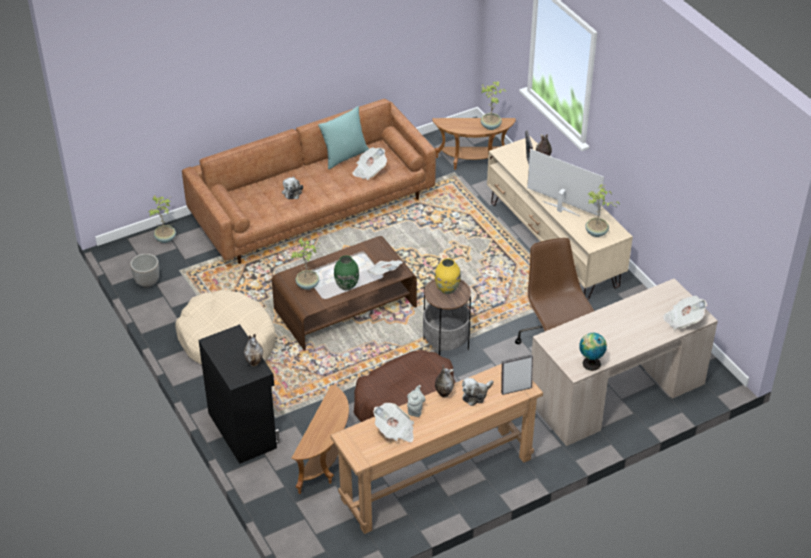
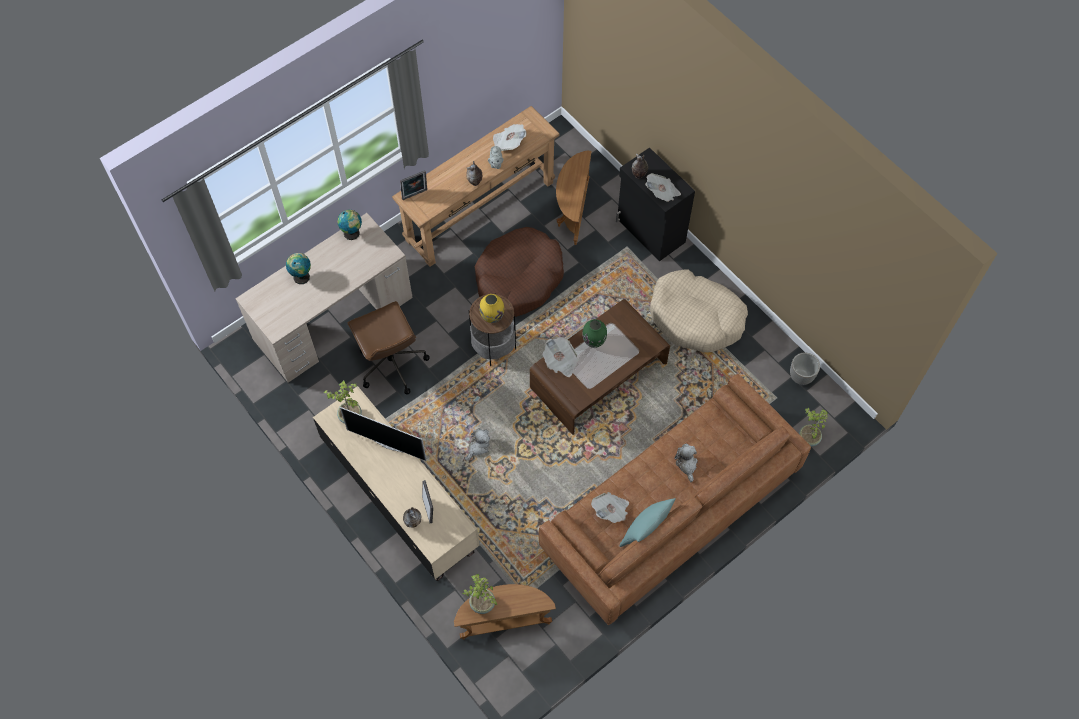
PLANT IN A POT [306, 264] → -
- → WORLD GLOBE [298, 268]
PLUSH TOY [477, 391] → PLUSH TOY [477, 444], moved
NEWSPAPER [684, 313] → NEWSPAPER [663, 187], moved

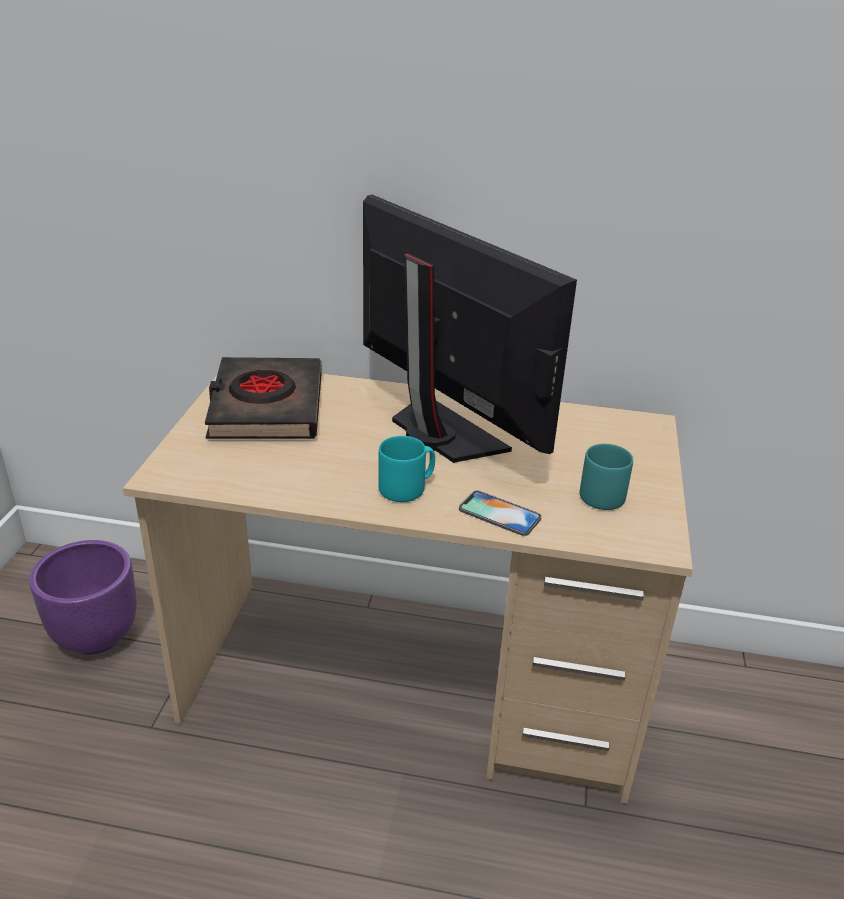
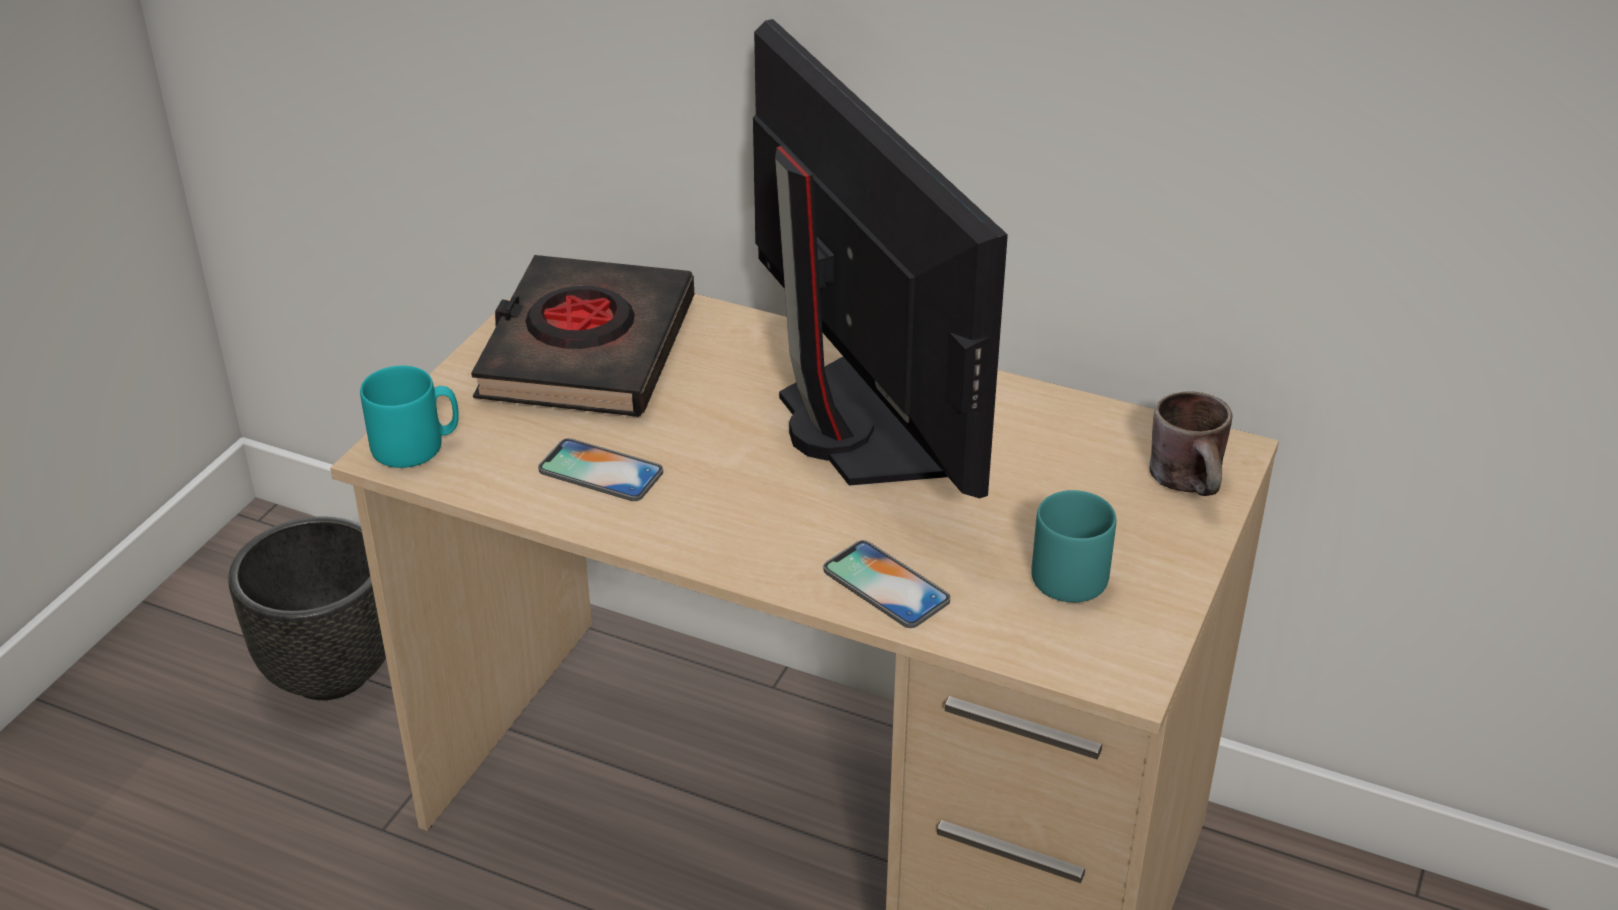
- → HANDSET [600, 469]
- → BROWN MUG [1190, 443]
TURQUOISE MUG [406, 469] → TURQUOISE MUG [409, 417], moved
PURPLISH PLANT POT [83, 597] → BLACK-COLOURED PLANT POT [307, 608]

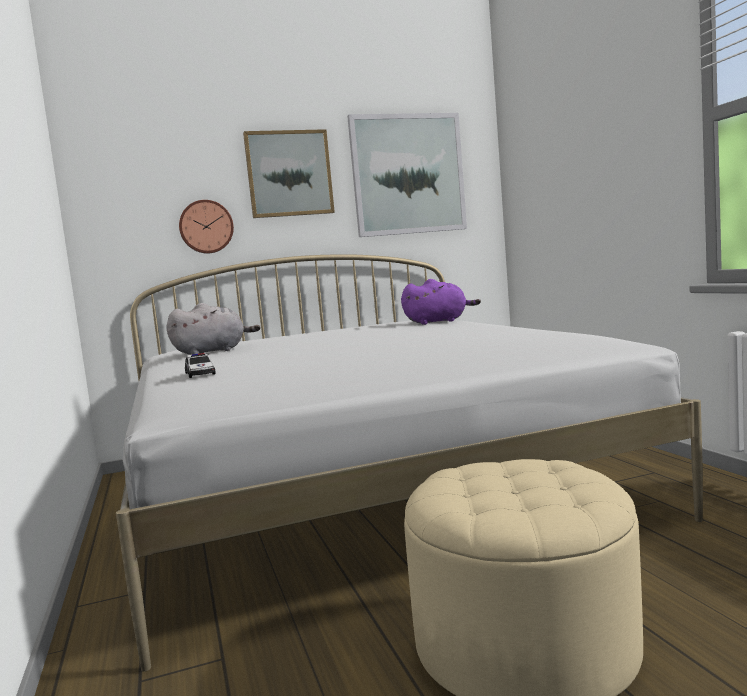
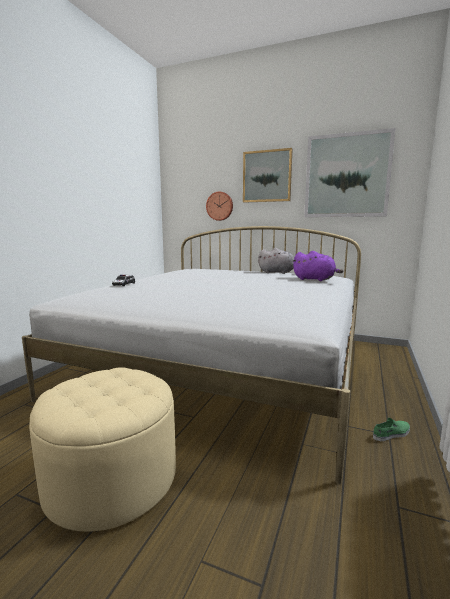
- → GREEN-COLOURED ITEM OF FOOTWEAR [391, 429]
GRAY PLUSH TOY [213, 329] → GRAY PLUSH TOY [276, 261], moved

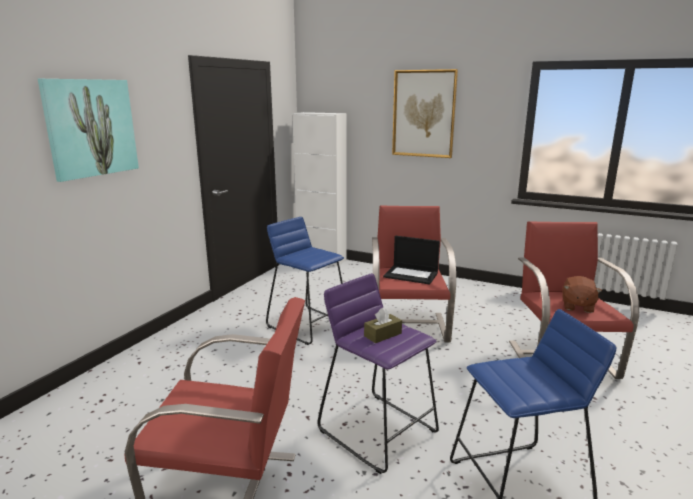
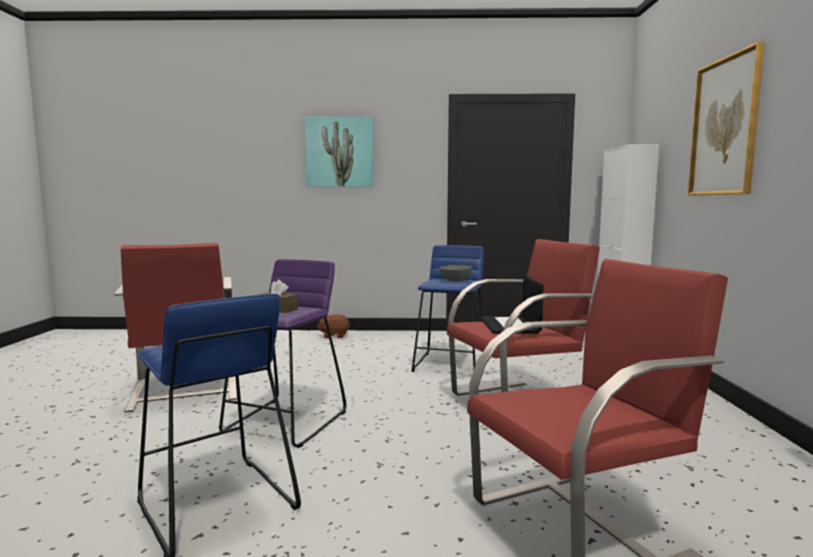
- → GRAY DEEP DISH [455, 273]
BROWN PLUSH TOY [582, 294] → BROWN PLUSH TOY [333, 326], moved

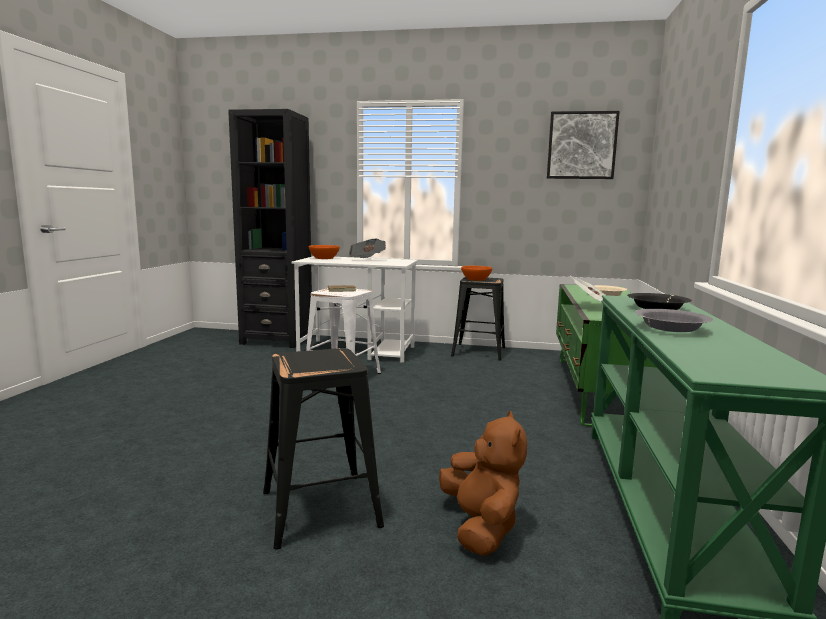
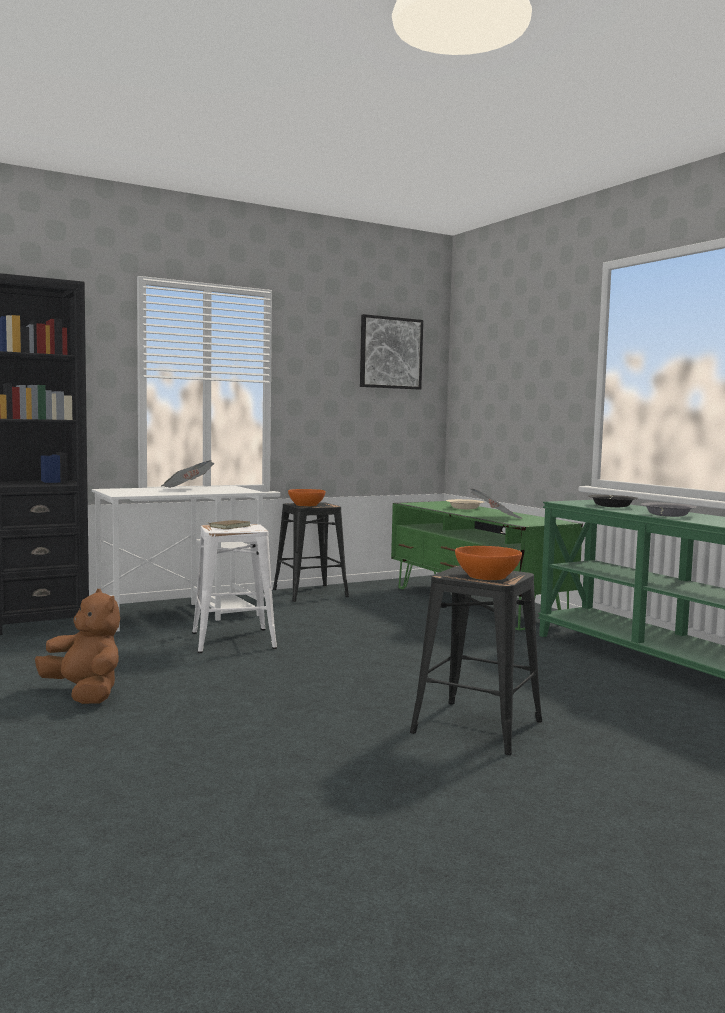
ORANGE DEEP DISH [324, 252] → ORANGE DEEP DISH [488, 563], moved
BROWN PLUSH TOY [483, 483] → BROWN PLUSH TOY [77, 646], moved

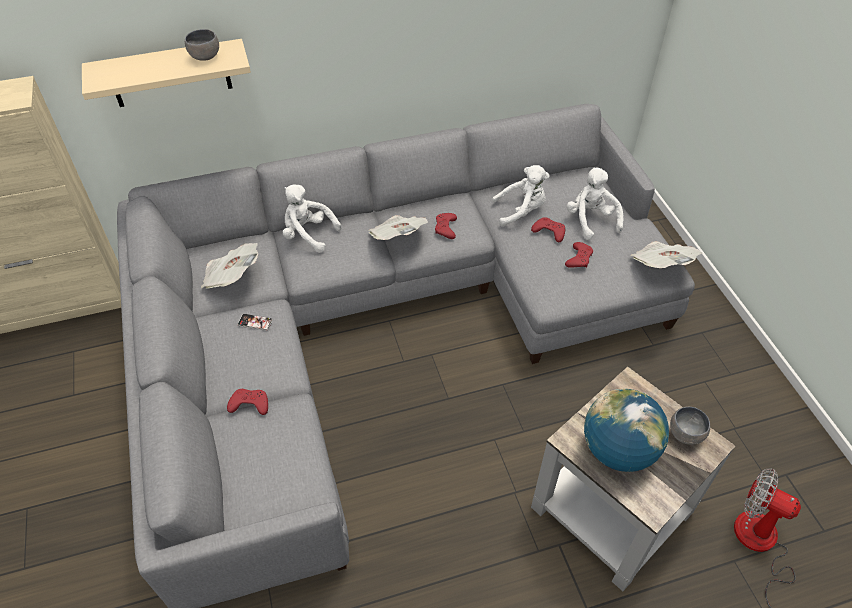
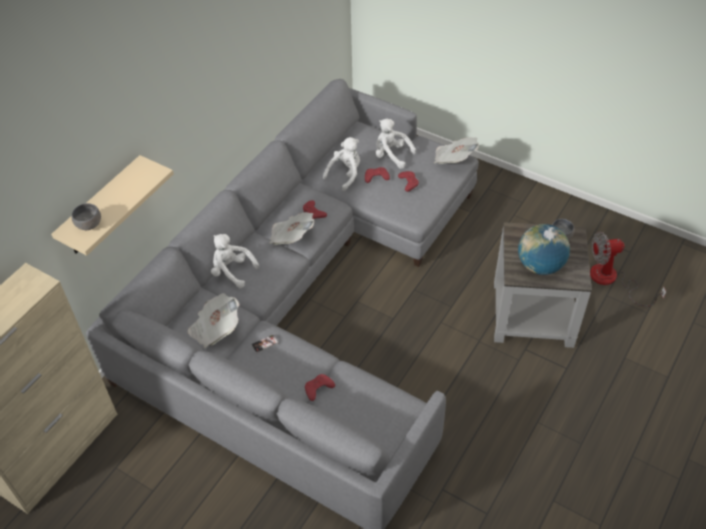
GRAY DEEP DISH [202, 45] → GRAY DEEP DISH [86, 216], moved
WHITE PLUSH TOY [312, 218] → WHITE PLUSH TOY [235, 261], 45 degrees clockwise

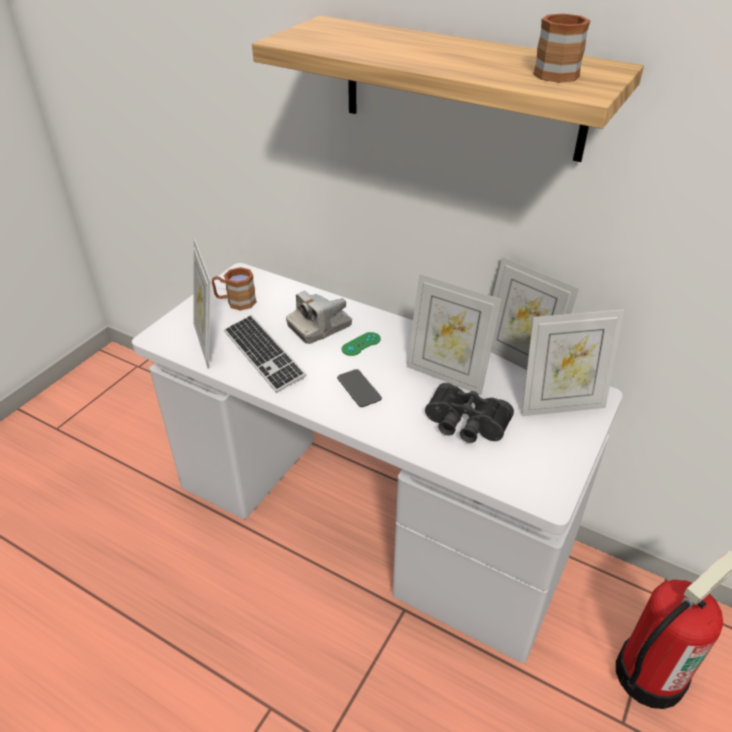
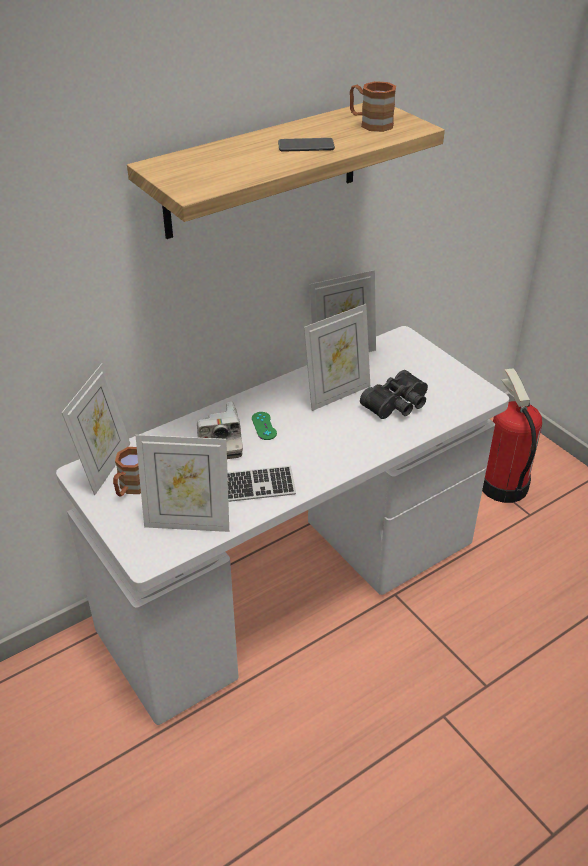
HANDSET [359, 388] → HANDSET [306, 145], moved
PHOTO FRAME [573, 362] → PHOTO FRAME [96, 429], moved

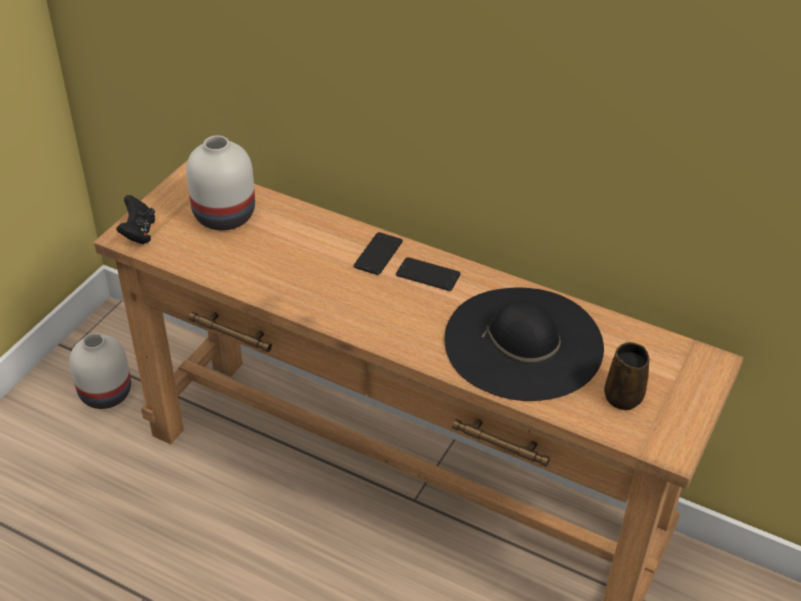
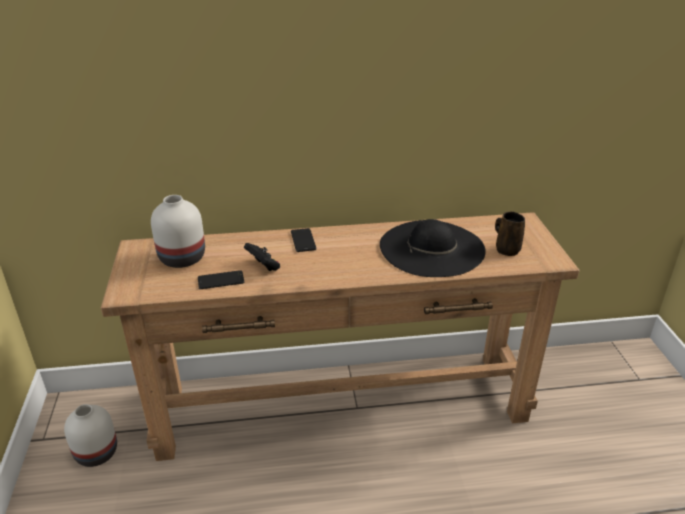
BLACK-COLOURED JOYPAD [135, 219] → BLACK-COLOURED JOYPAD [262, 257], moved
HANDSET [428, 274] → HANDSET [221, 279], moved

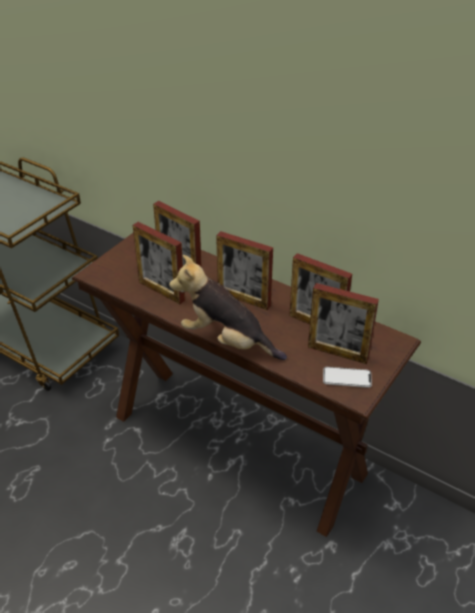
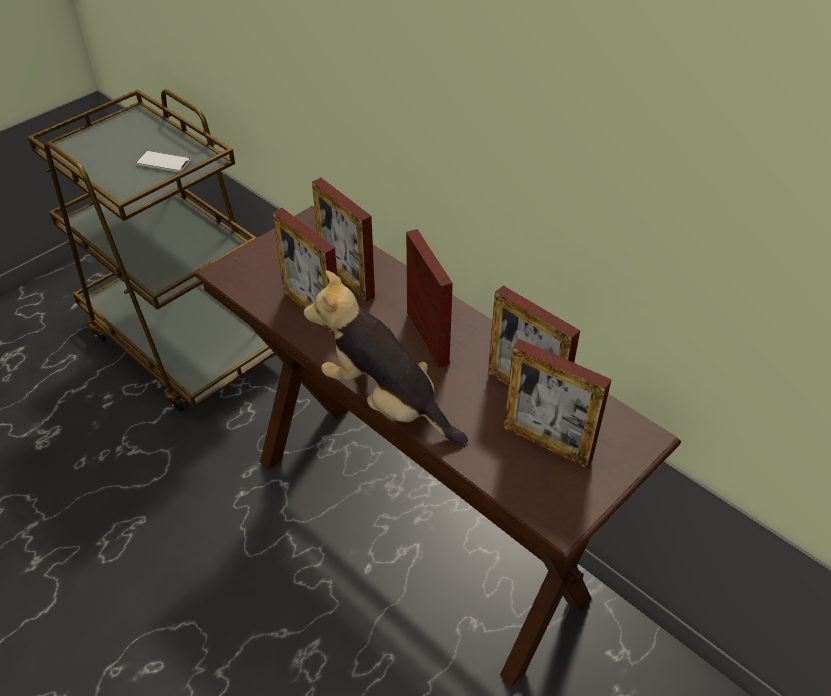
HANDSET [347, 377] → HANDSET [163, 161], moved
PHOTO FRAME [244, 270] → PHOTO FRAME [429, 298], 150 degrees counterclockwise

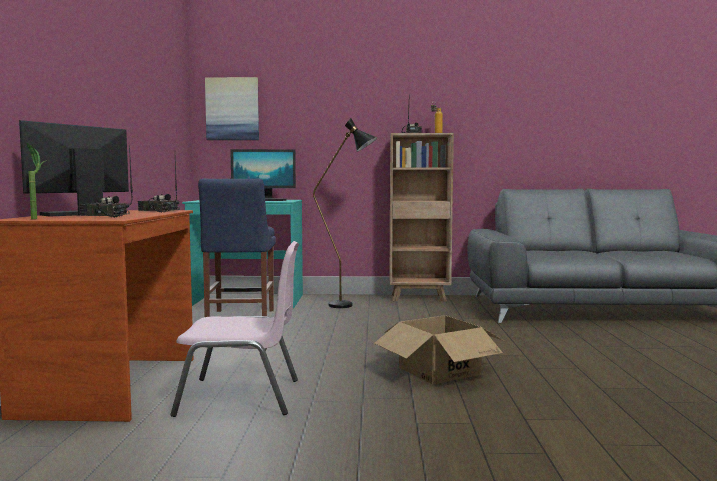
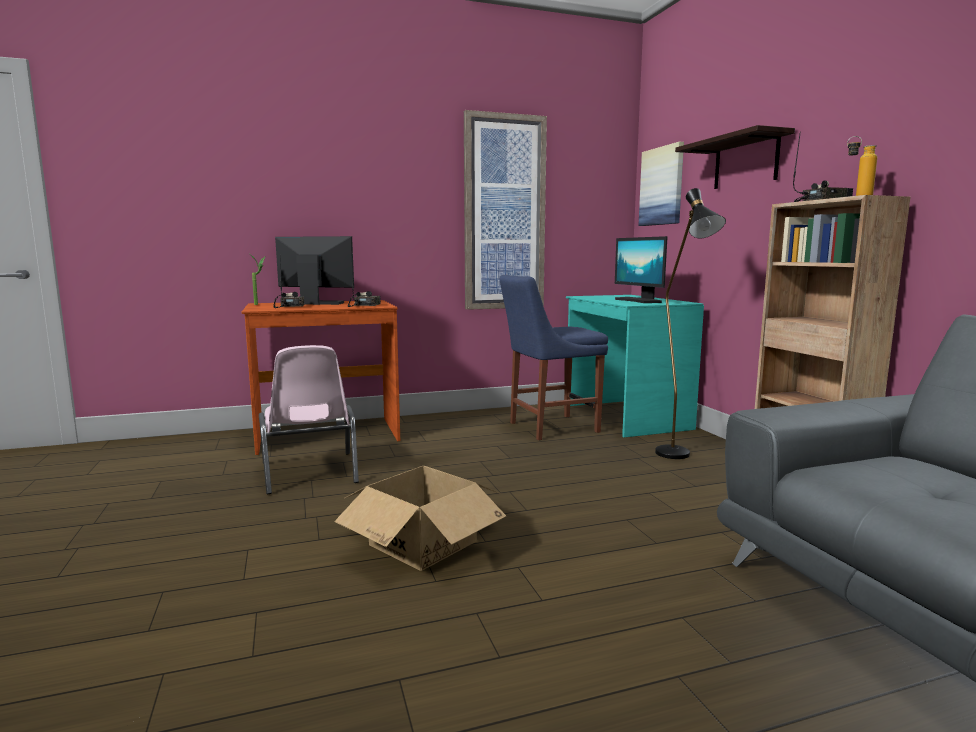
- → WALL PICTURE [505, 210]
- → SHELF [735, 157]

